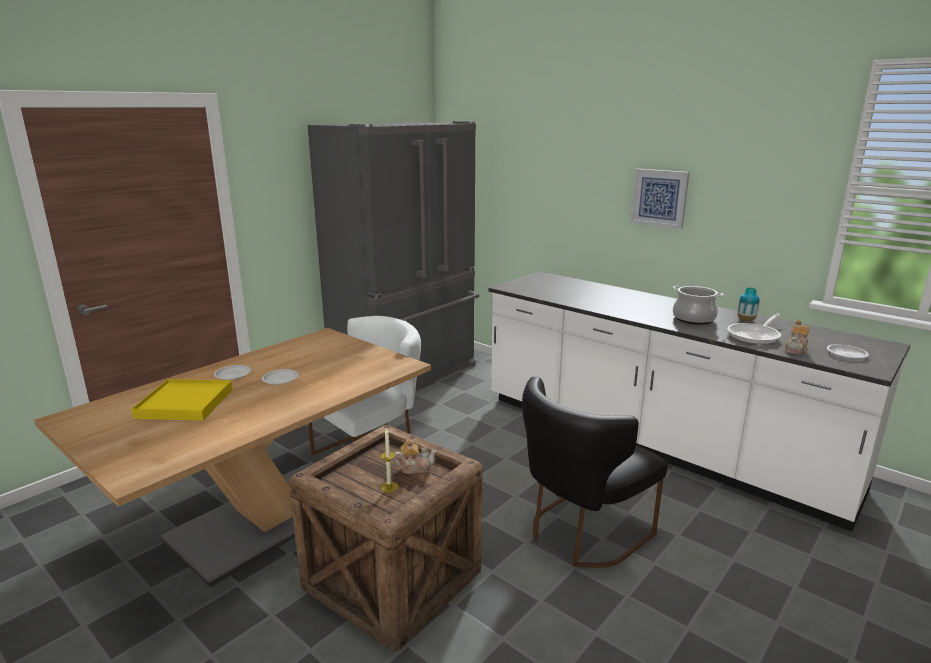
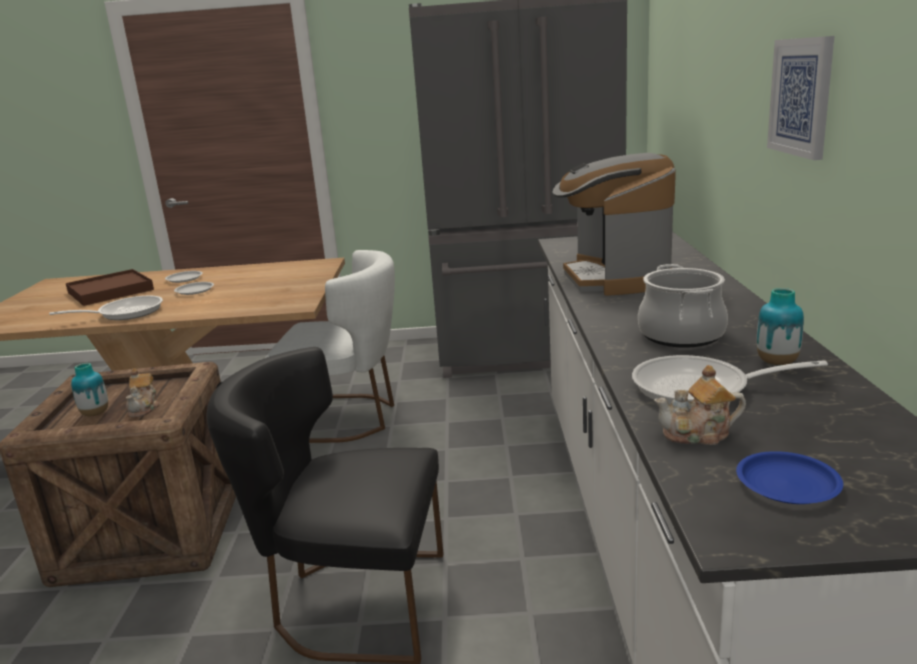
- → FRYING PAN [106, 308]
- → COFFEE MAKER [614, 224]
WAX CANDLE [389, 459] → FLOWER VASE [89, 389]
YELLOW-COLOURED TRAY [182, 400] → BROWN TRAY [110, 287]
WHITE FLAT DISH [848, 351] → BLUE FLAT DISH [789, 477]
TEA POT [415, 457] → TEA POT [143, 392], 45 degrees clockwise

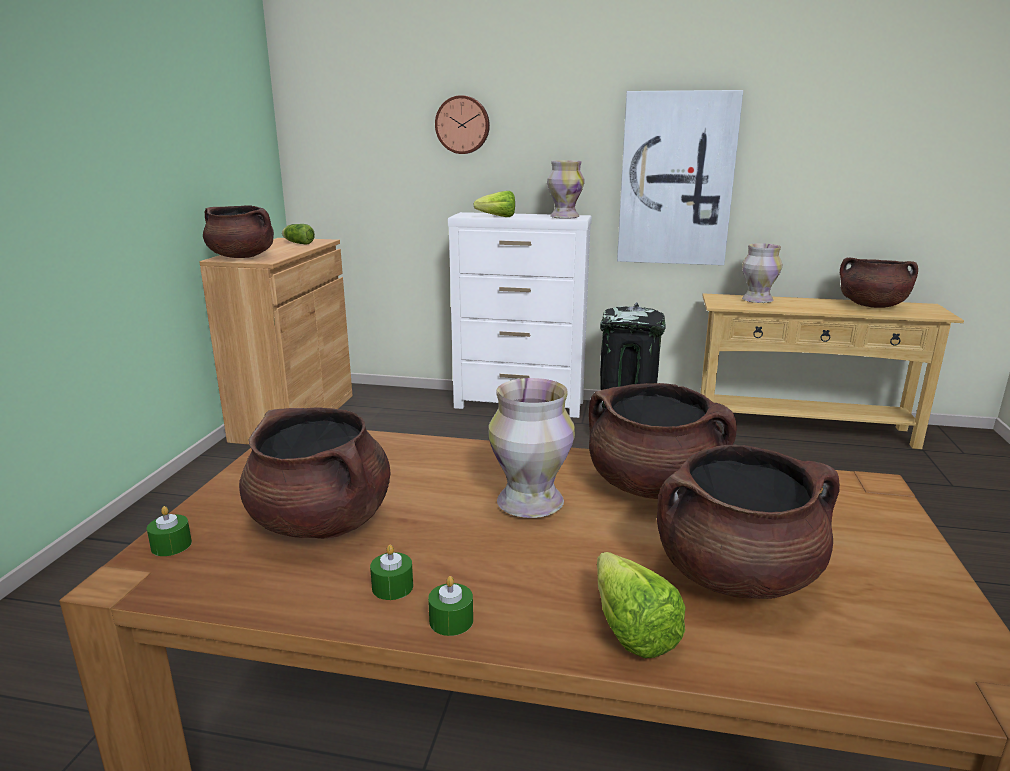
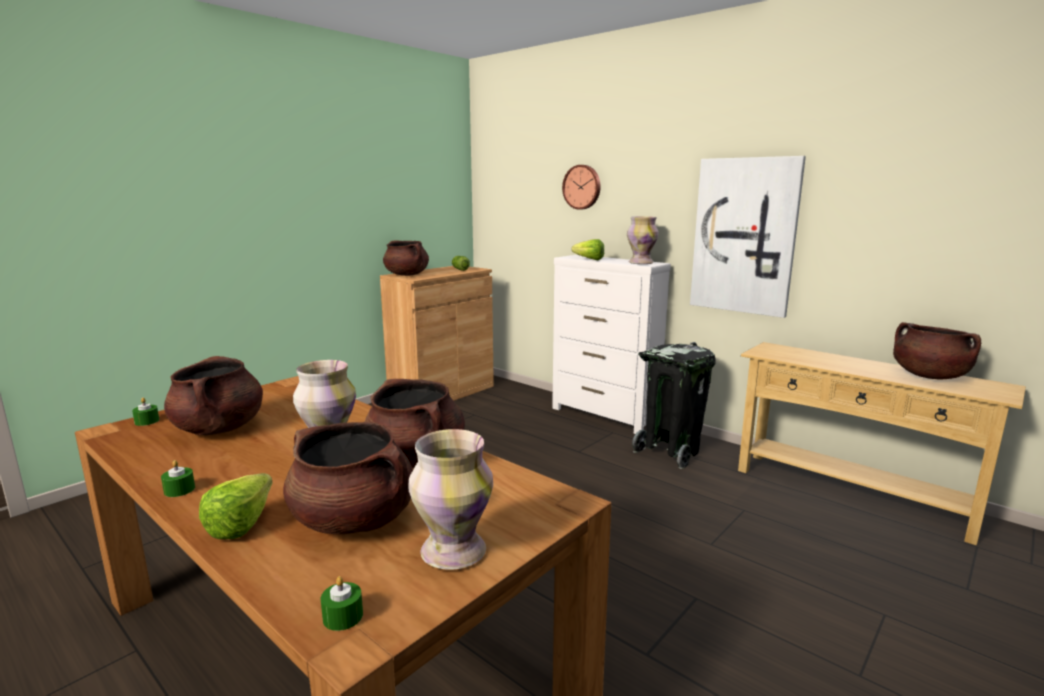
GREEN-COLOURED WAX CANDLE [391, 572] → GREEN-COLOURED WAX CANDLE [341, 603], moved
FLOWER VASE [762, 273] → FLOWER VASE [451, 499], moved

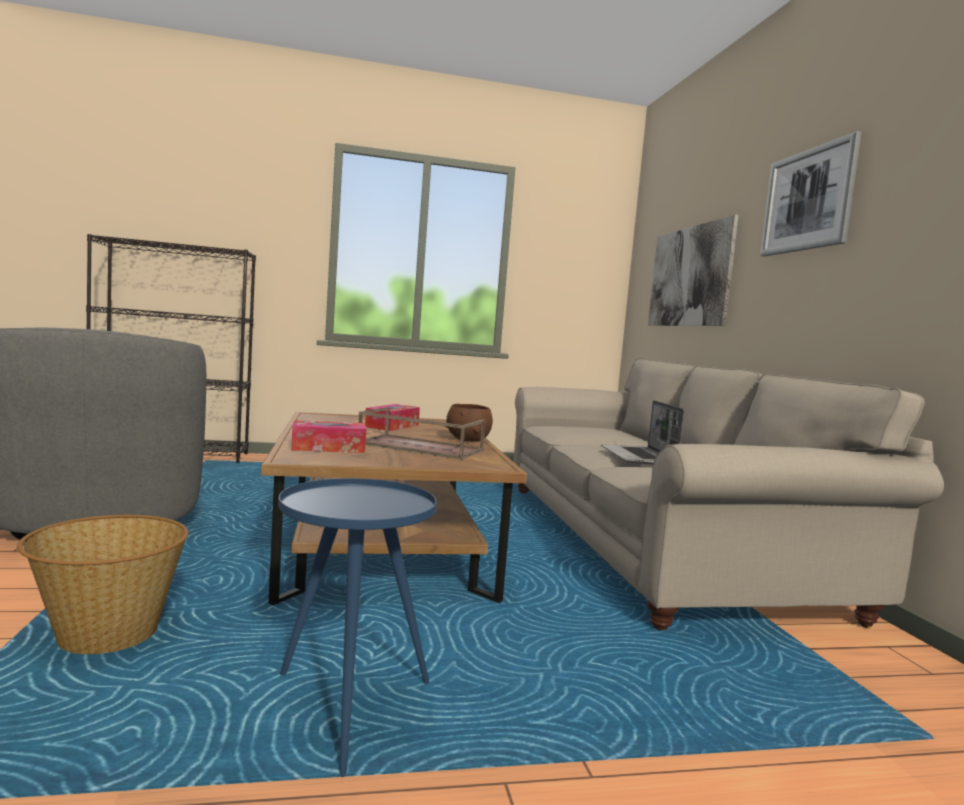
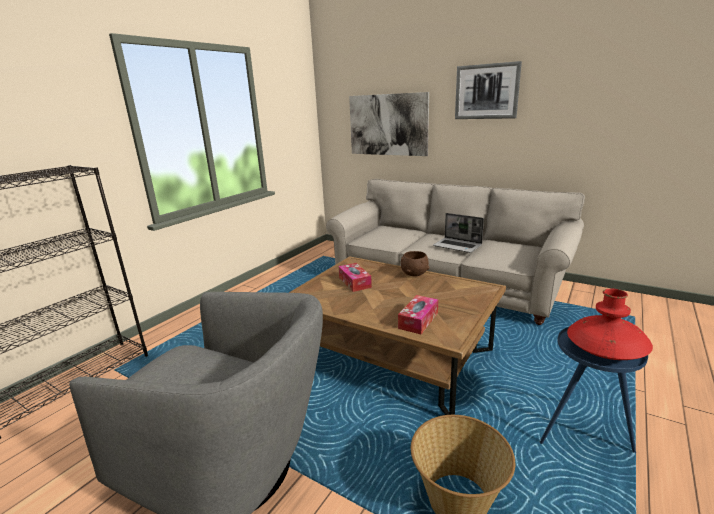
BROWN TRAY [422, 433] → -
- → RED FLOWER VASE [610, 324]

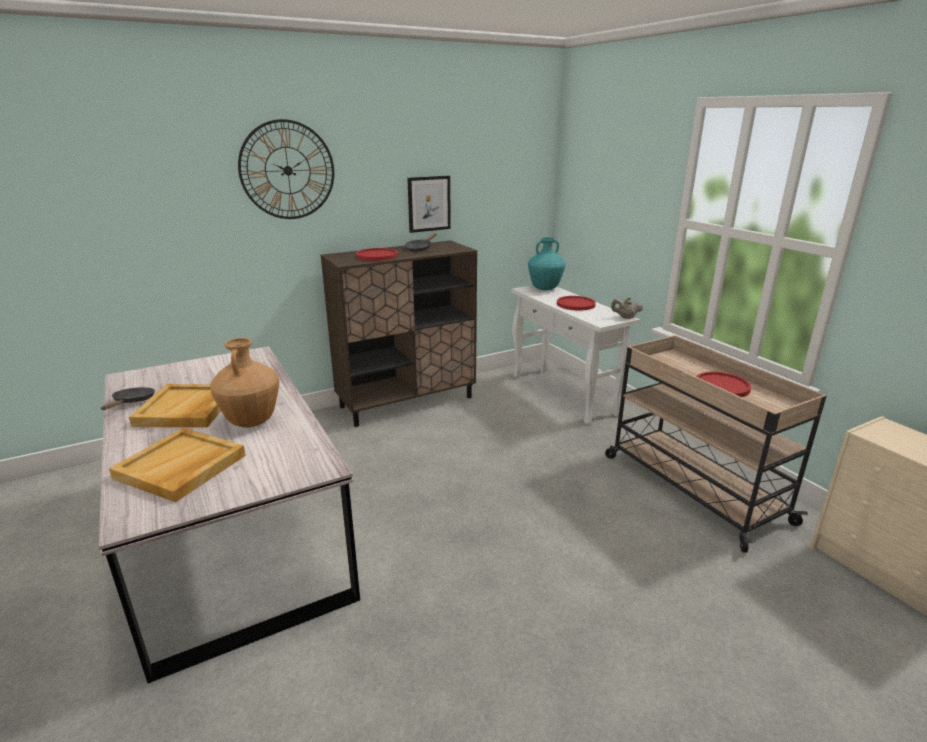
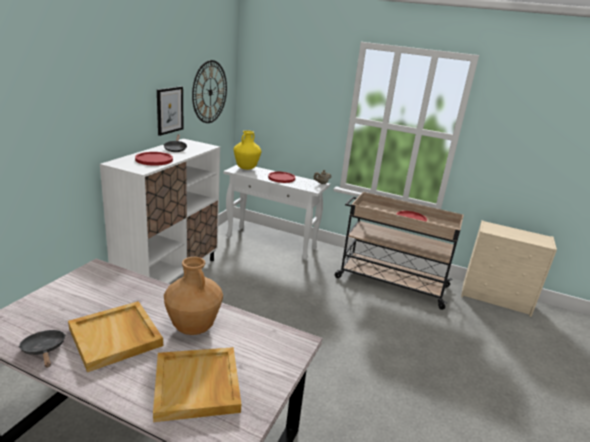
CLOCK ON THE WALL [286, 169] → CLOCK ON THE WALL [209, 91], moved
BROWN STORAGE CABINET [399, 333] → WHITE STORAGE CABINET [160, 211]
TURQUOISE FLOWER VASE [547, 263] → YELLOW-COLOURED FLOWER VASE [247, 150]

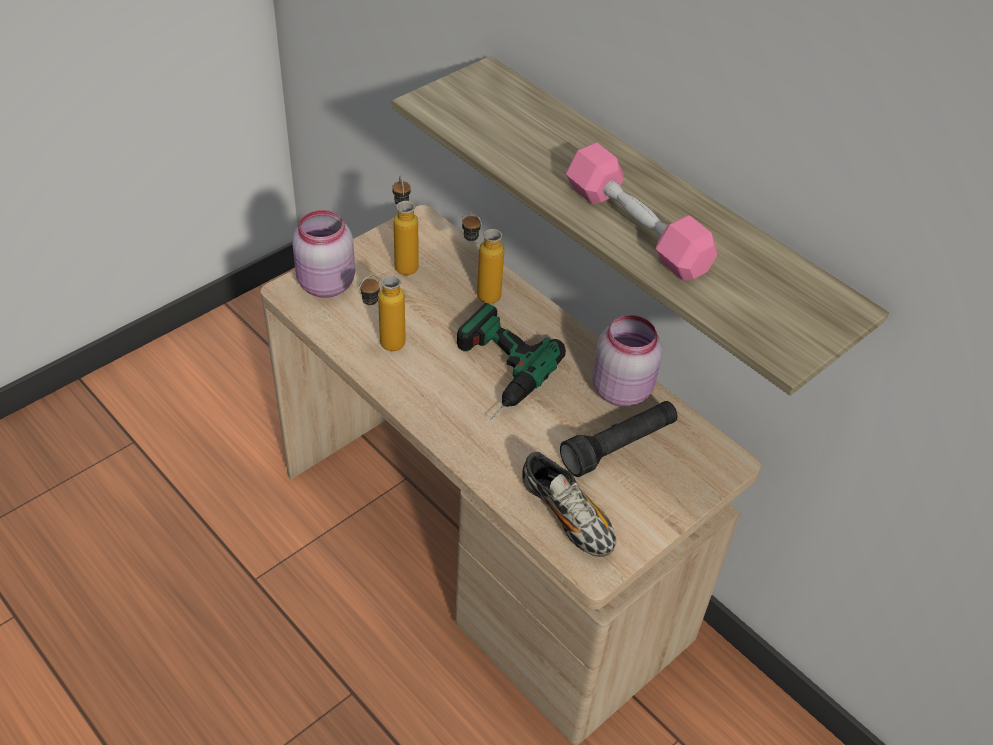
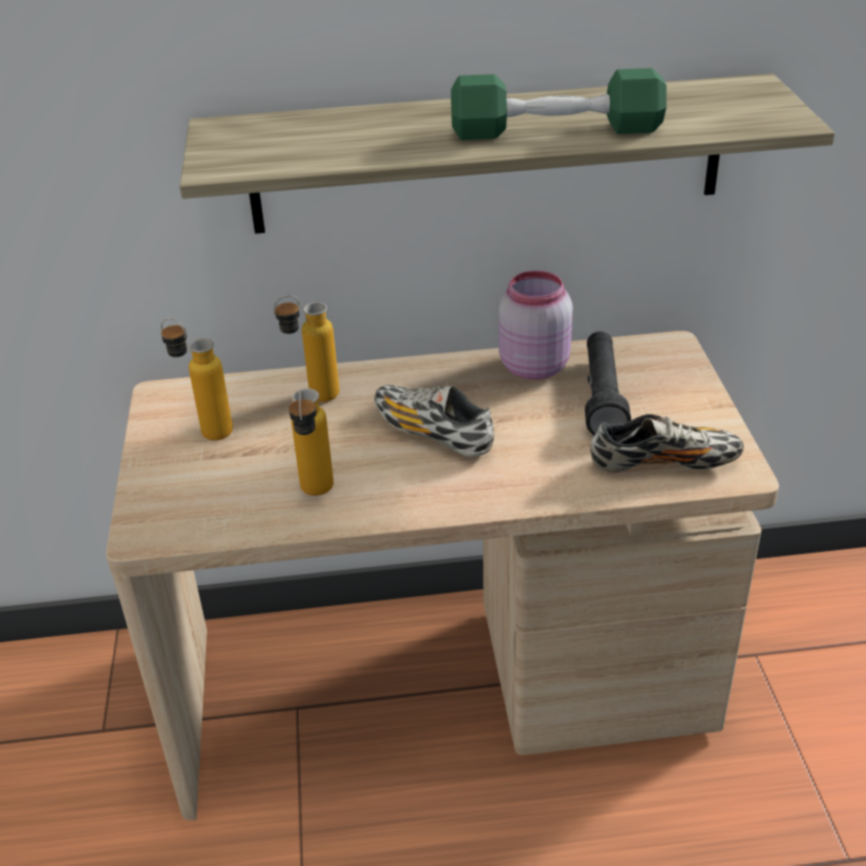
PINKISH PRESERVE JAR [323, 254] → -
ELECTRIC DRILL [511, 361] → ITEM OF FOOTWEAR [434, 421]
PINKISH DUMBBELL [641, 212] → GREEN-COLOURED DUMBBELL [559, 104]

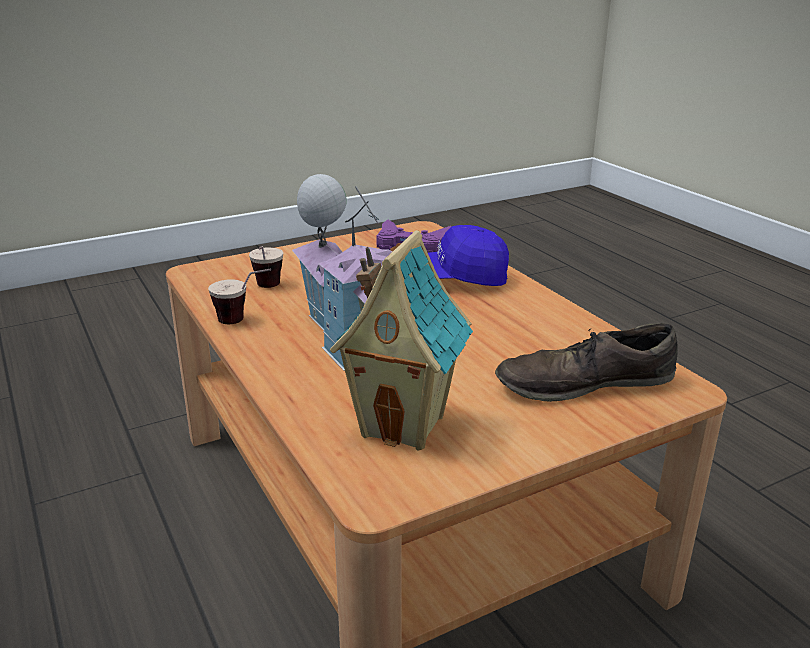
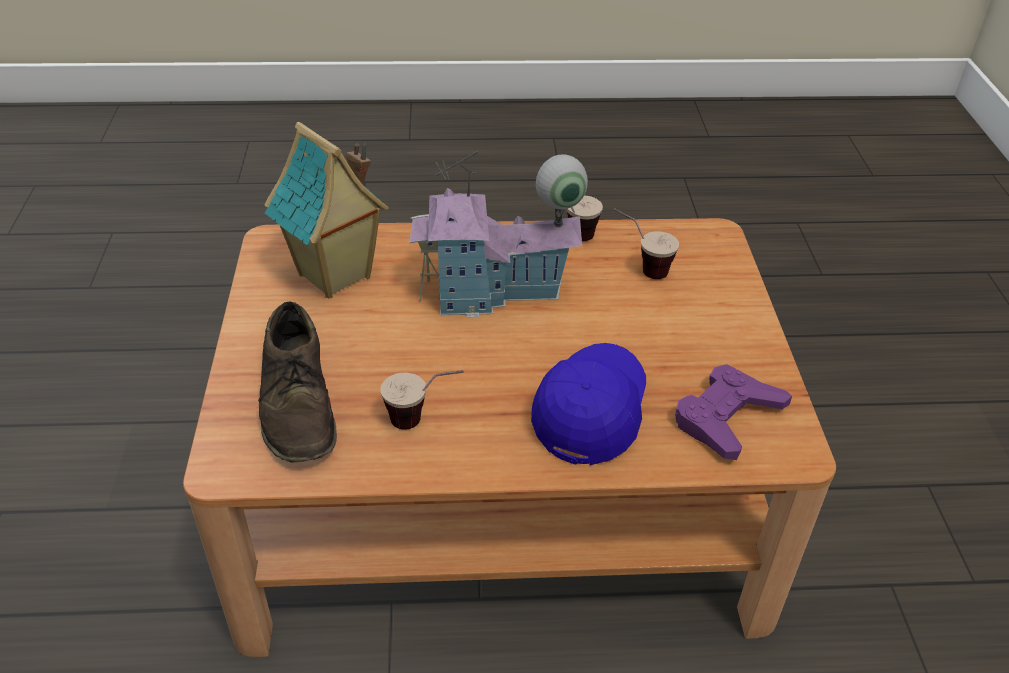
- → SMALL CUP [422, 400]
BROWN ITEM OF FOOTWEAR [586, 362] → BROWN ITEM OF FOOTWEAR [297, 382], 150 degrees clockwise

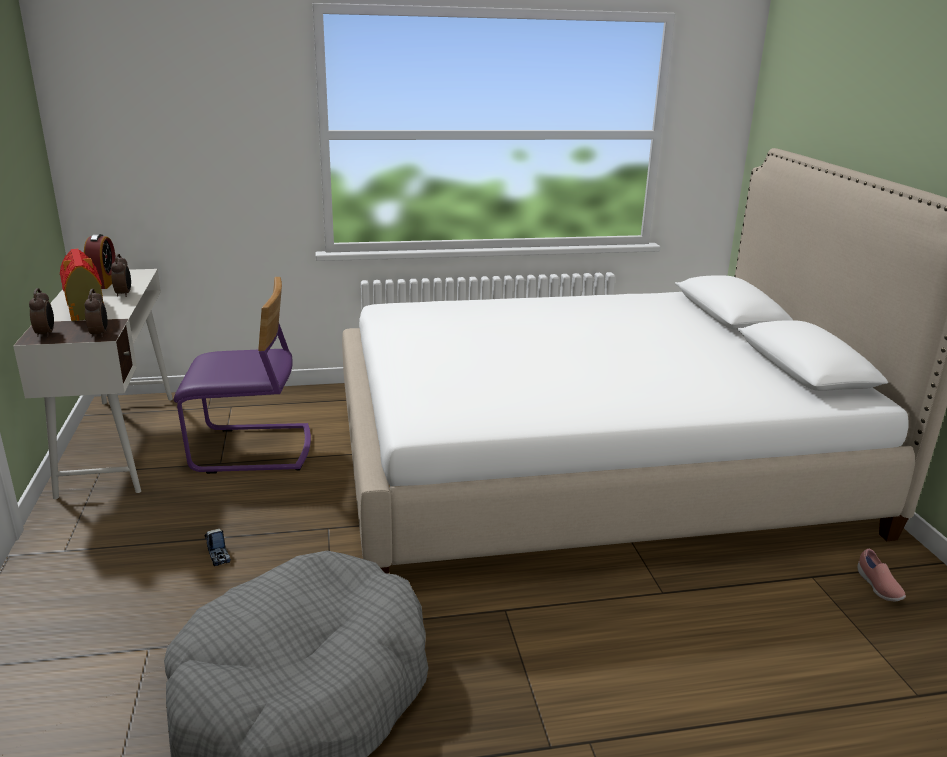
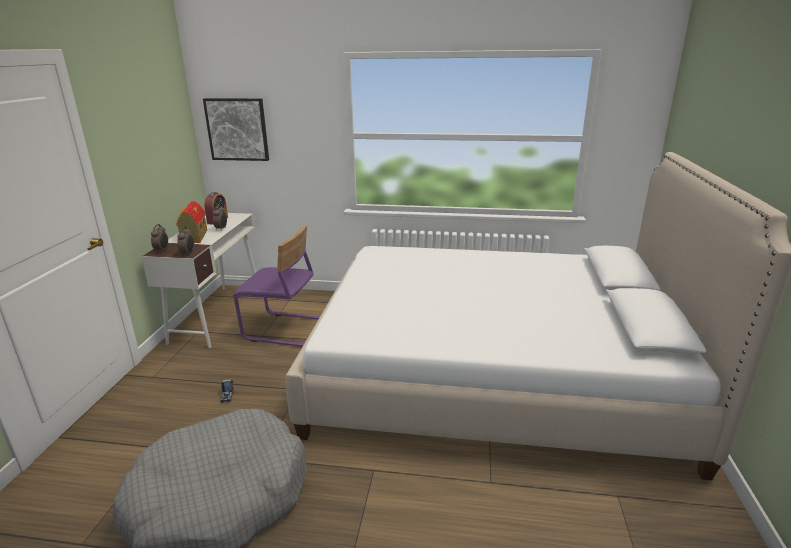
PINKISH ITEM OF FOOTWEAR [881, 575] → -
- → WALL PICTURE [236, 129]

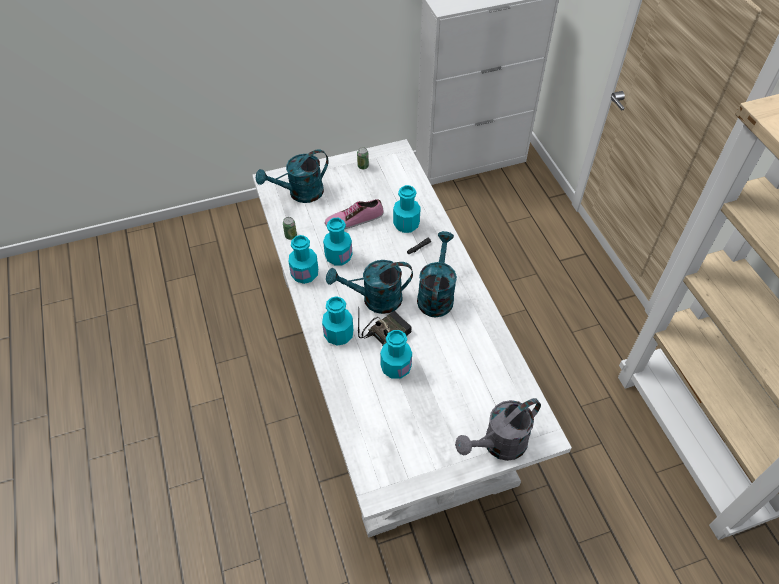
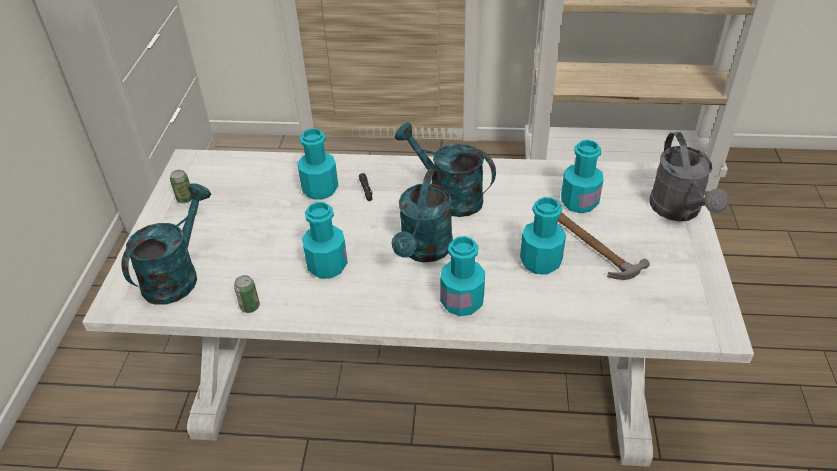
ITEM OF FOOTWEAR [354, 214] → -
RADIO [384, 327] → -
- → HAMMER [604, 246]
TURQUOISE BEVERAGE BOTTLE [303, 259] → TURQUOISE BEVERAGE BOTTLE [582, 176], moved
TURQUOISE WATERING CAN [292, 176] → TURQUOISE WATERING CAN [166, 244], 150 degrees counterclockwise

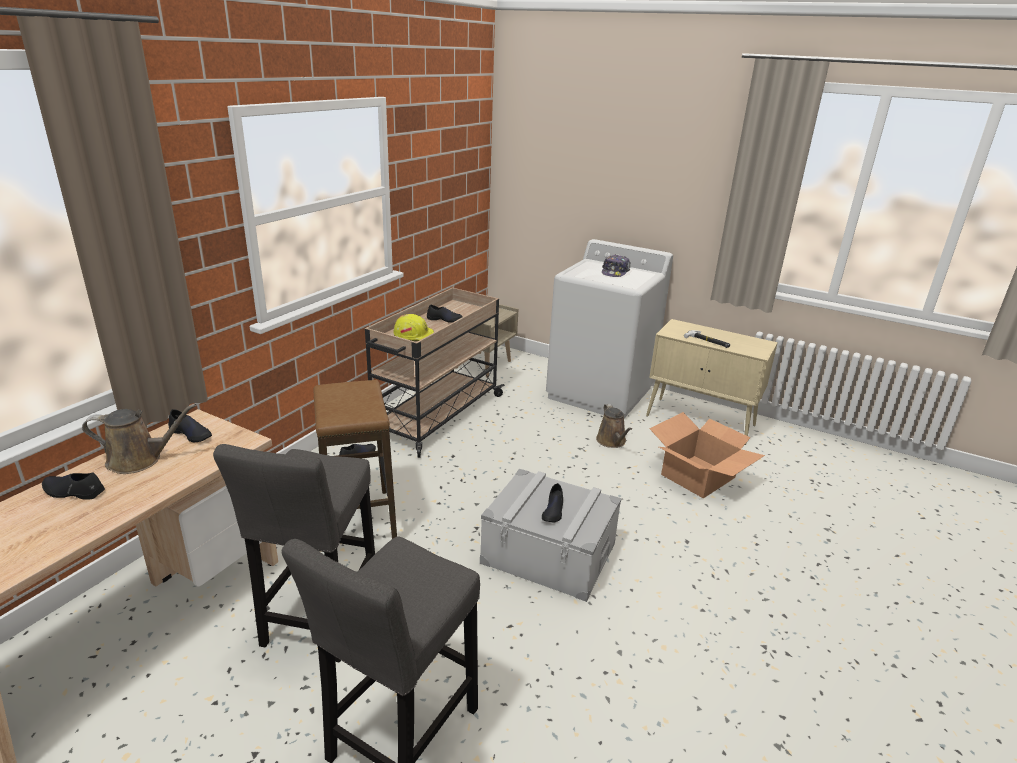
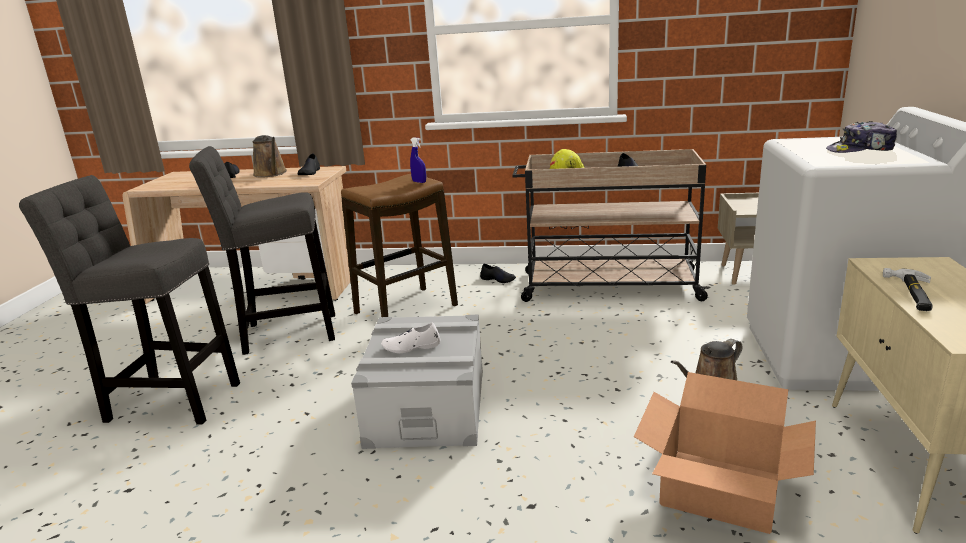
- → BLUE SPRAYER [418, 160]
BLACK-COLOURED ITEM OF FOOTWEAR [552, 503] → WHITE ITEM OF FOOTWEAR [410, 337]

